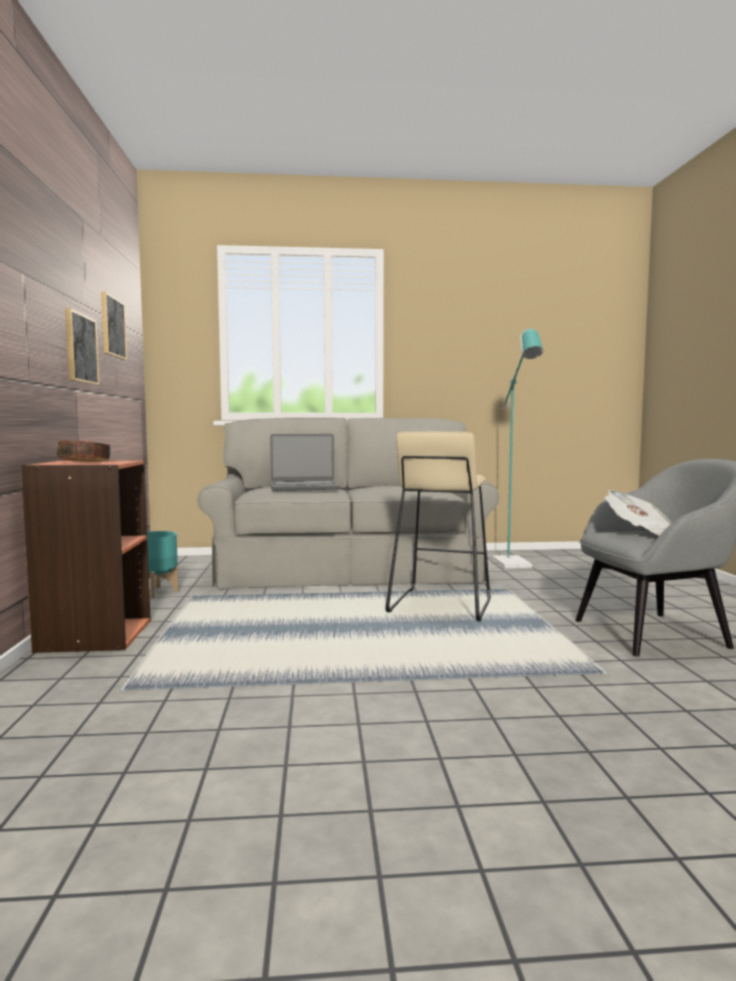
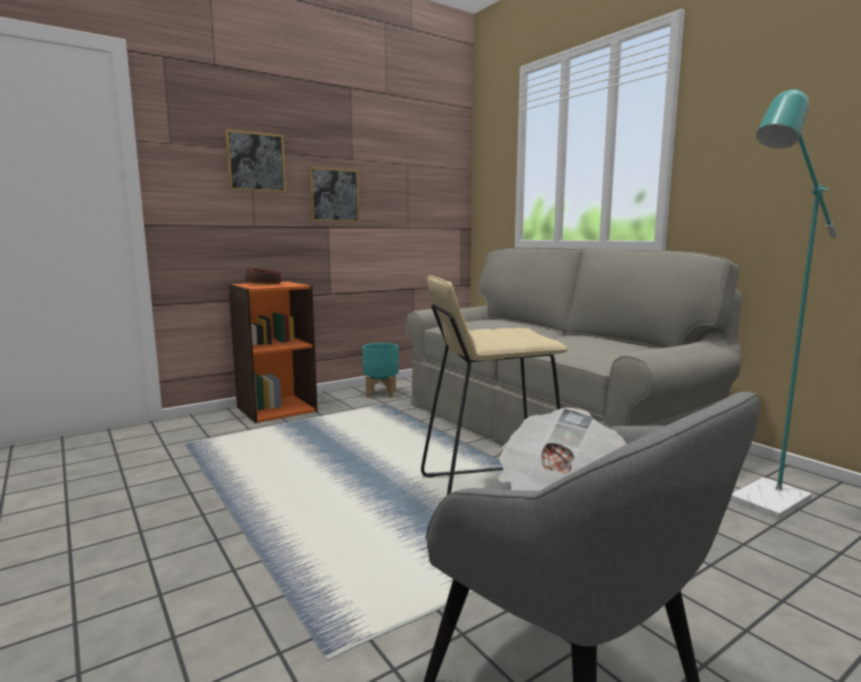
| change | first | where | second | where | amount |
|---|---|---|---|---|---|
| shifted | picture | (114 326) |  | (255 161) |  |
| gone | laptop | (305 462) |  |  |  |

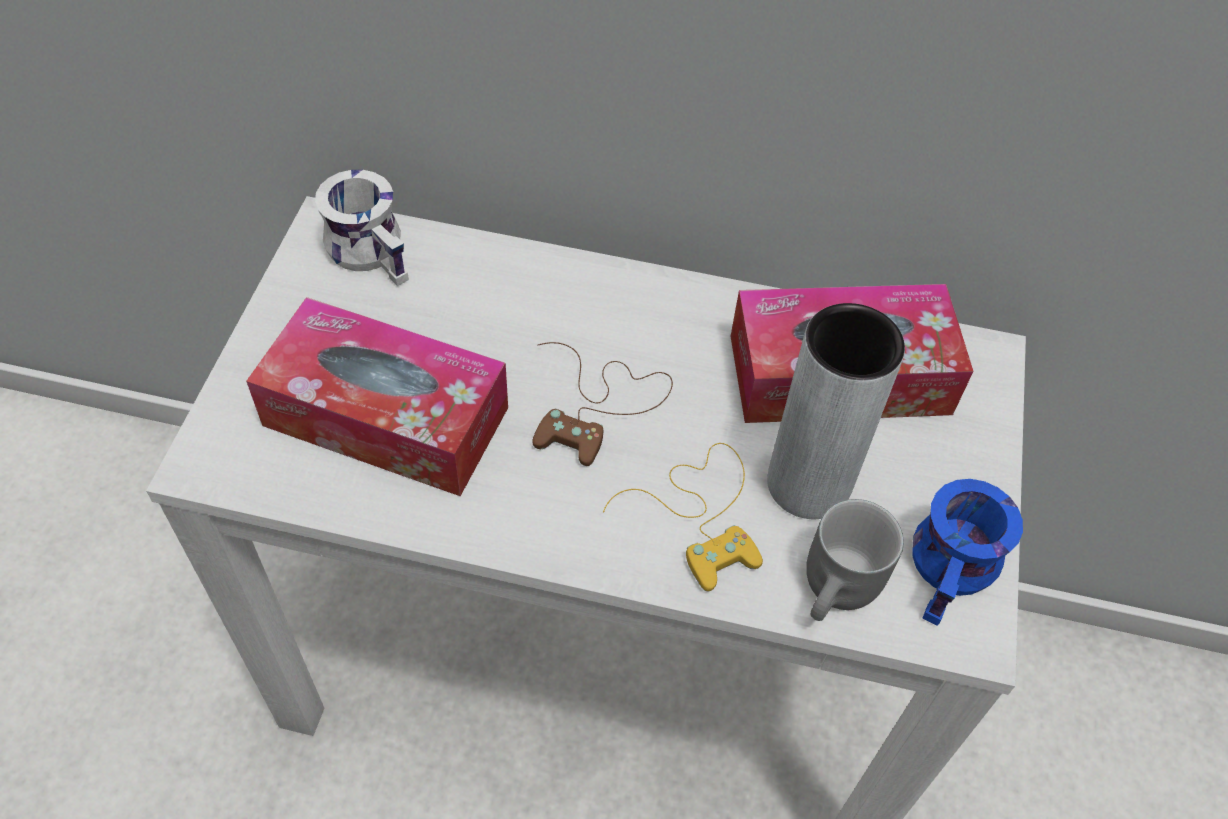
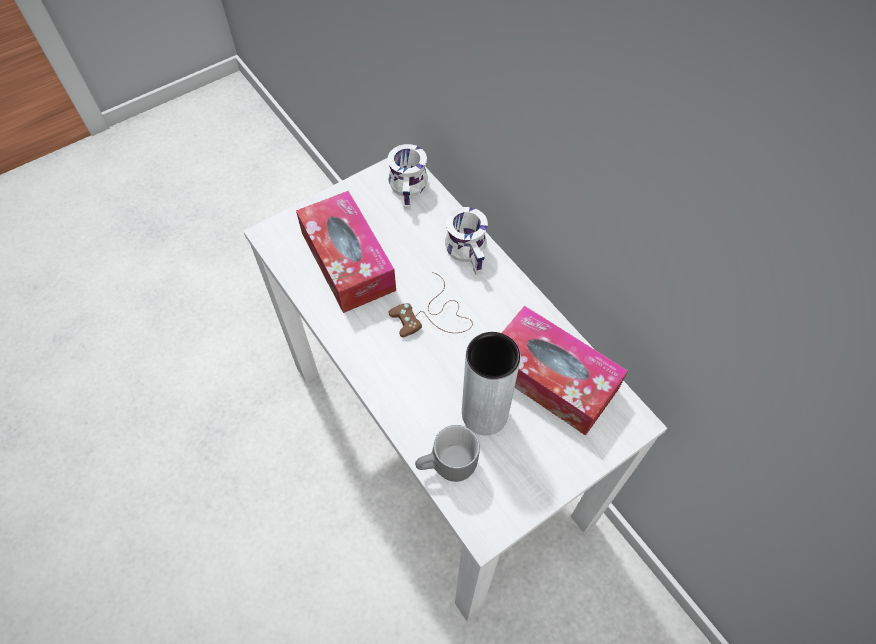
| change | first | where | second | where | amount |
|---|---|---|---|---|---|
| gone | yellow game controller | (683 517) |  |  |  |
| gone | blue mug | (968 552) |  |  |  |
| new |  |  | white mug | (466 241) |  |

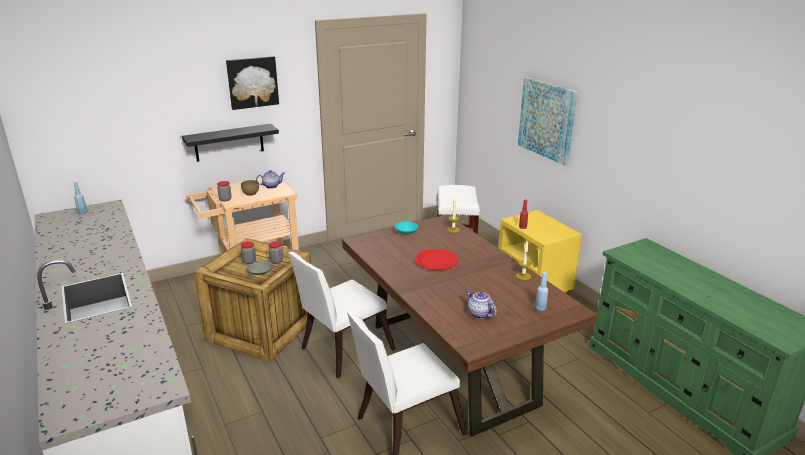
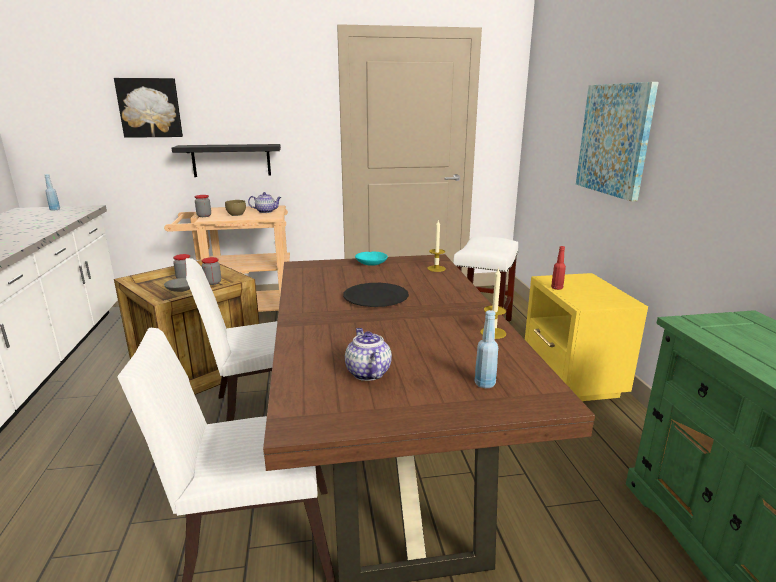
| change | first | where | second | where | amount |
|---|---|---|---|---|---|
| shifted | picture | (252 83) |  | (148 108) |  |
| repainted | red plate | (436 259) | black plate | (376 295) |  |

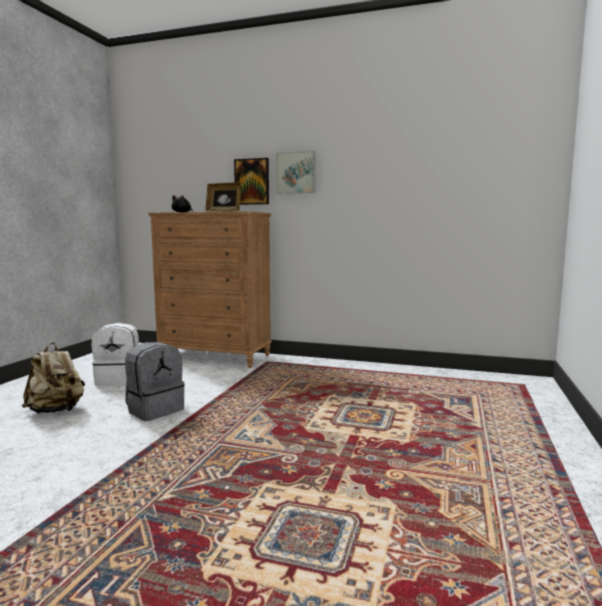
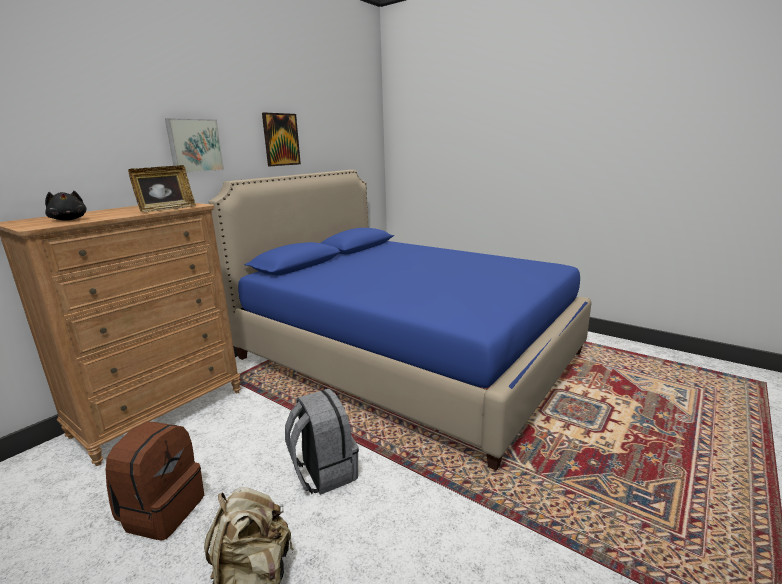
| change | first | where | second | where | amount |
|---|---|---|---|---|---|
| repainted | white backpack | (115 354) | brown backpack | (154 481) |  |
| shifted | picture | (251 181) |  | (281 139) |  |
| new |  |  | blue bed | (400 320) |  |

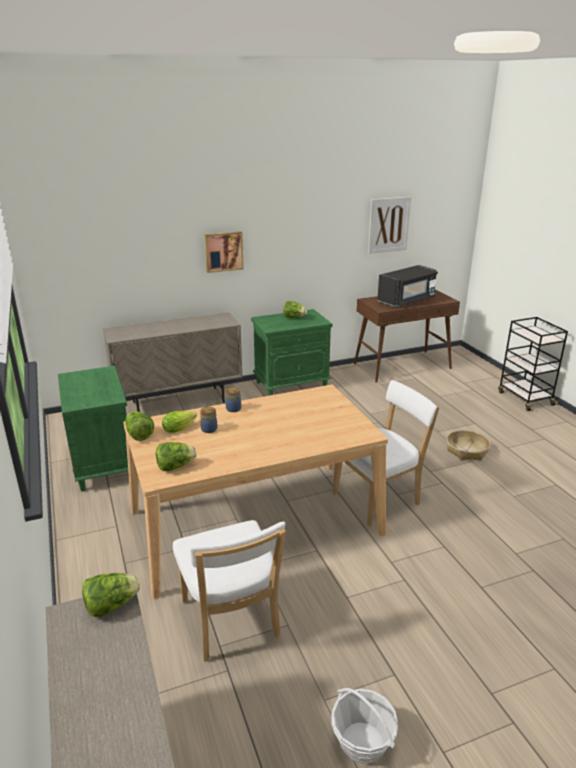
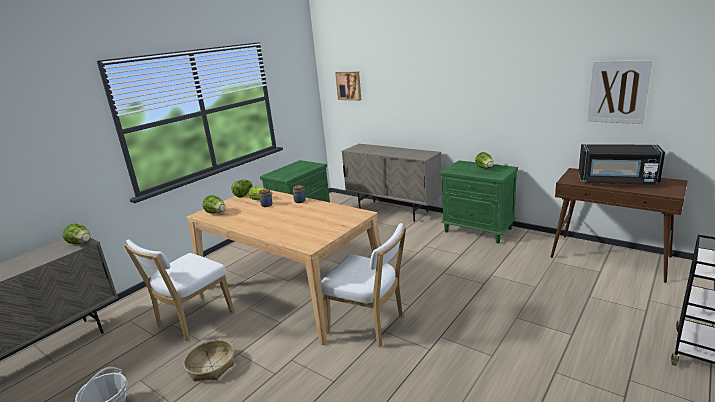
| change | first | where | second | where | amount |
|---|---|---|---|---|---|
| shifted | picture | (224 252) |  | (348 86) |  |
| shifted | basket | (469 445) |  | (209 361) |  |

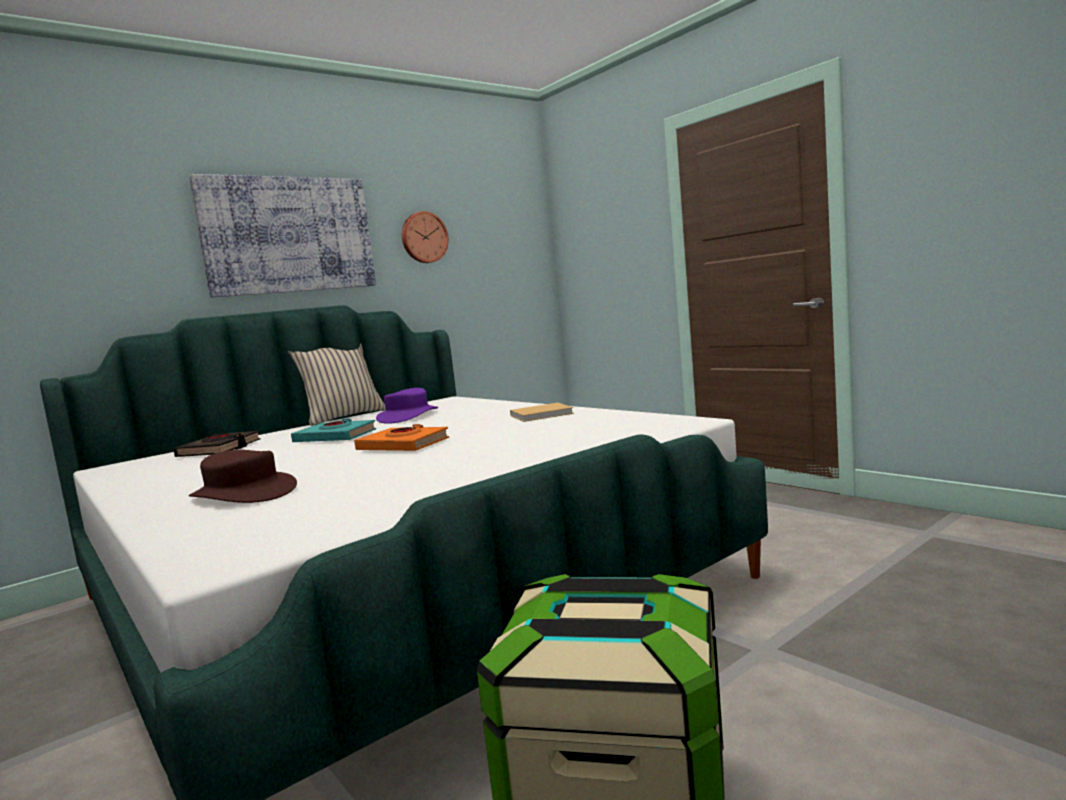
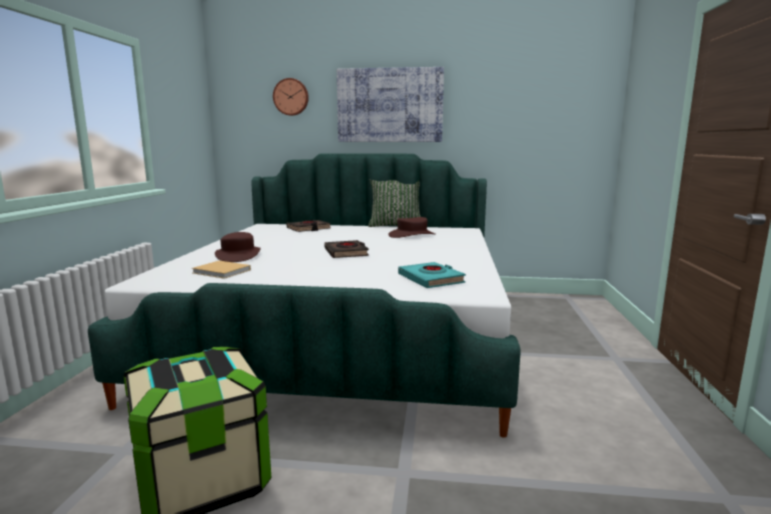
| change | first | where | second | where | amount |
|---|---|---|---|---|---|
| repainted | beige pillow | (337 384) | green pillow | (394 203) |  |
| shifted | turquoise book | (333 430) |  | (432 275) |  |
| repainted | orange book | (401 437) | black book | (346 249) |  |
| repainted | purple hat | (407 406) | brown hat | (411 227) |  |
| shifted | wall clock | (425 237) |  | (291 97) |  |
| shifted | beige book | (542 412) |  | (221 270) |  |

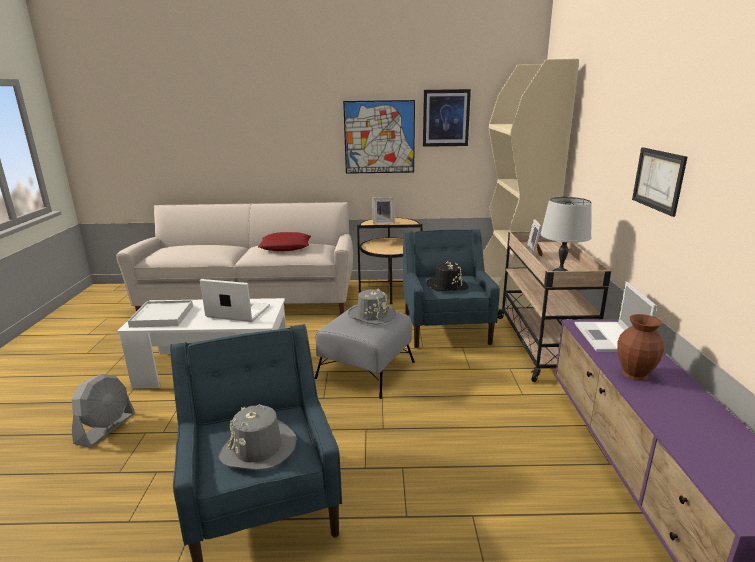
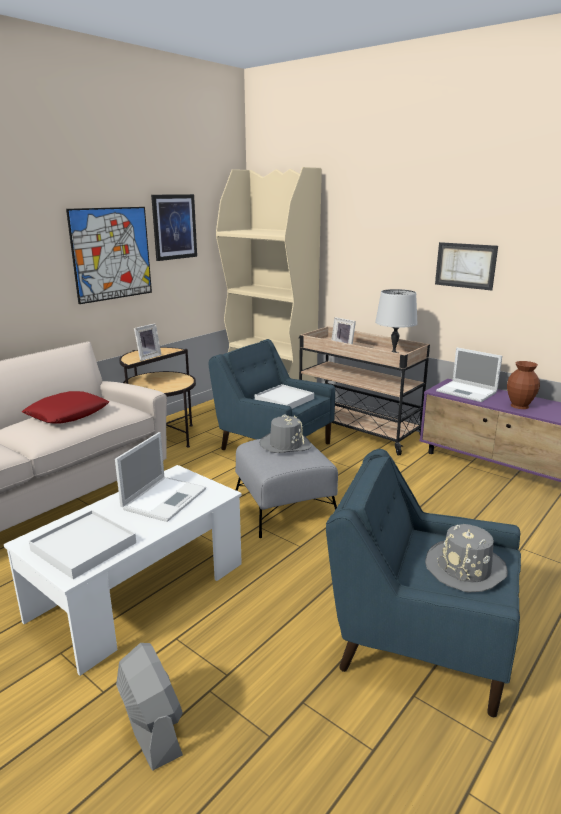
| change | first | where | second | where | amount |
|---|---|---|---|---|---|
| rotated | laptop | (235 300) |  | (160 477) | 150 degrees clockwise |
| swapped | black hat | (447 276) | white tray | (284 396) |  |

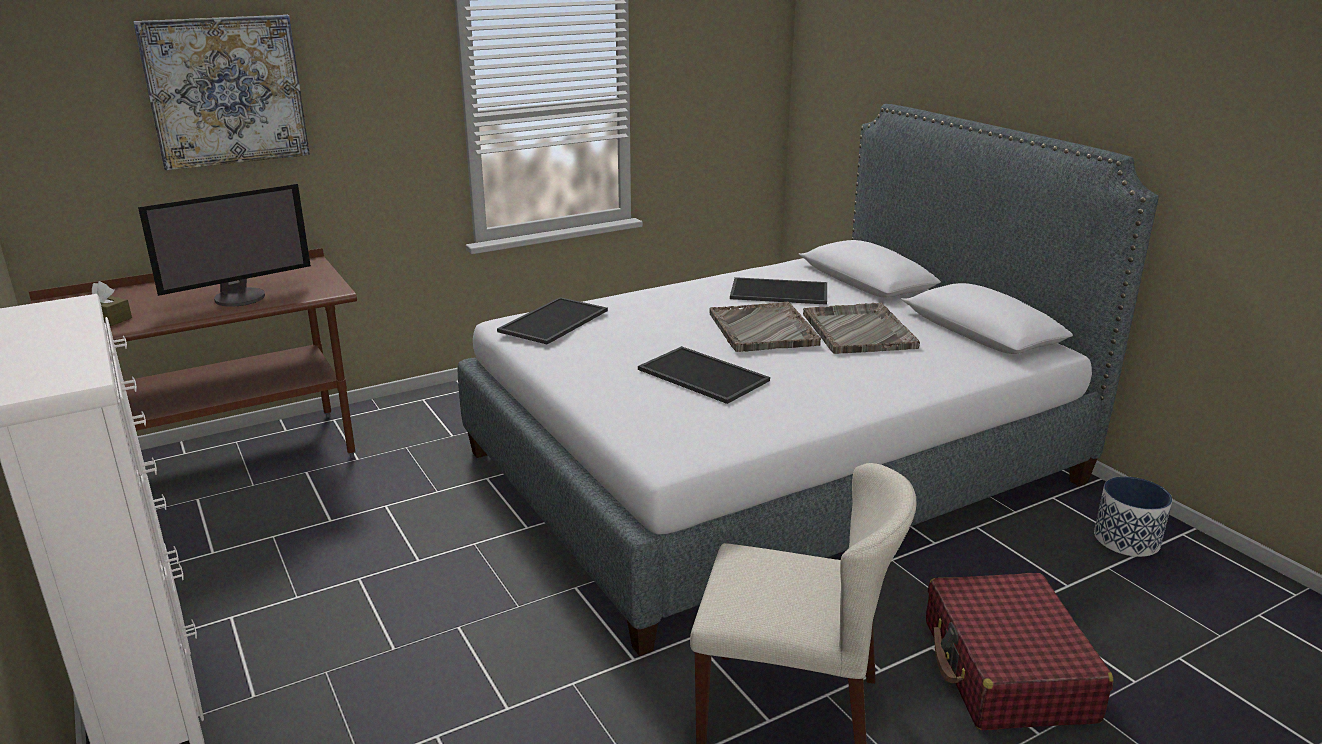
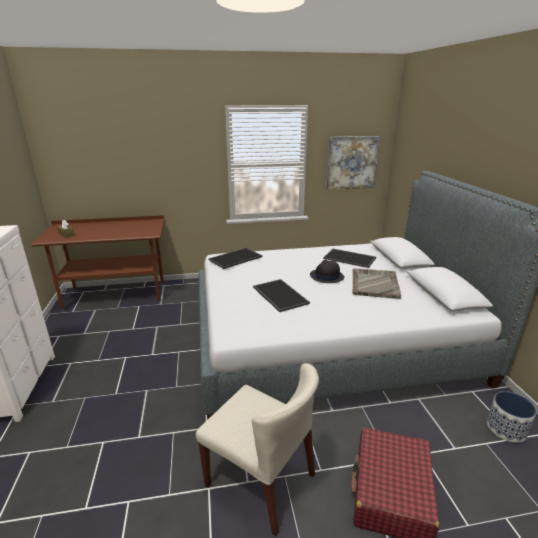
| change | first | where | second | where | amount |
|---|---|---|---|---|---|
| shifted | picture | (221 92) |  | (353 163) |  |
| gone | monitor | (224 245) |  |  |  |
| swapped | grey tray | (765 327) | black hat | (327 271) |  |

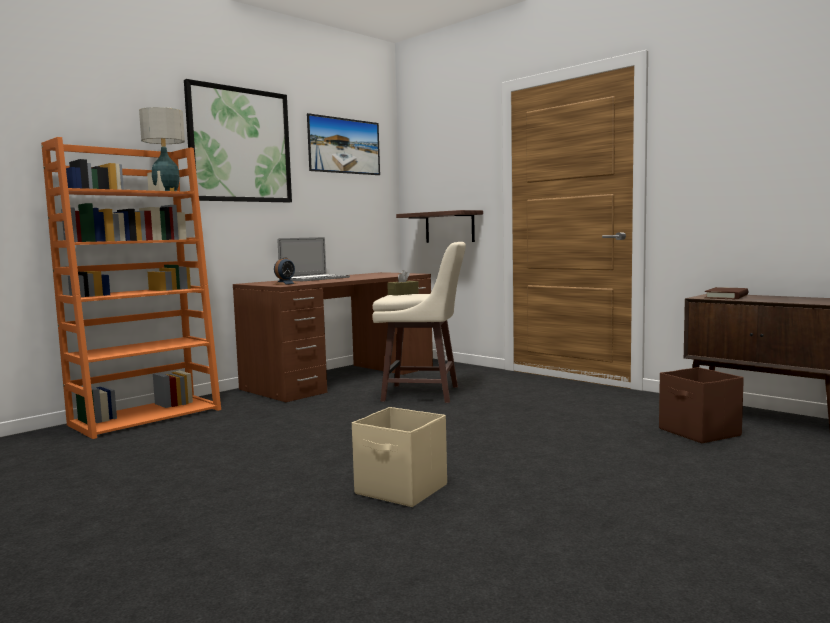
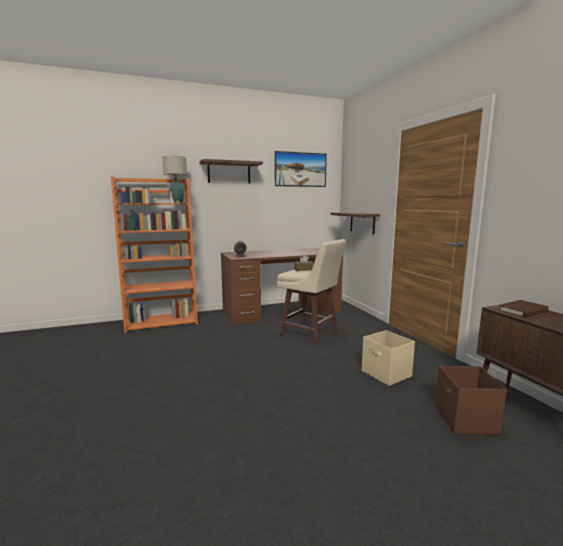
| change | first | where | second | where | amount |
|---|---|---|---|---|---|
| swapped | picture | (238 140) | shelf | (231 171) |  |
| gone | laptop | (314 259) |  |  |  |
| shifted | beige storage box | (399 457) |  | (388 358) |  |

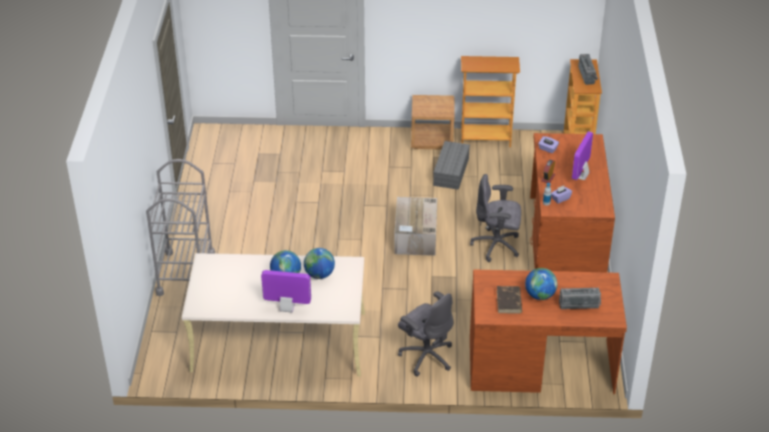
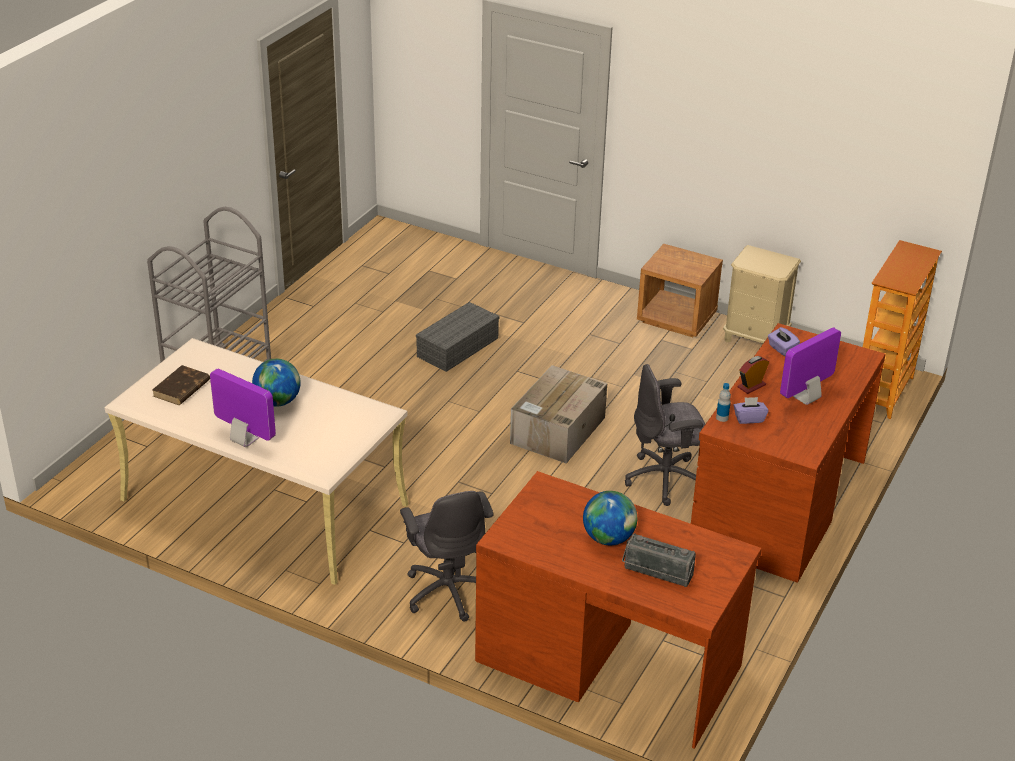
| change | first | where | second | where | amount |
|---|---|---|---|---|---|
| gone | globe | (319 263) |  |  |  |
| shifted | grey storage box | (451 165) |  | (458 337) |  |
| swapped | bookcase | (490 101) | beige nightstand | (762 294) |  |
| rotated | grey office chair | (495 218) |  | (665 435) | 45 degrees counterclockwise |
| shifted | brown book | (509 299) |  | (181 385) |  |
| gone | radio | (588 69) |  |  |  |

